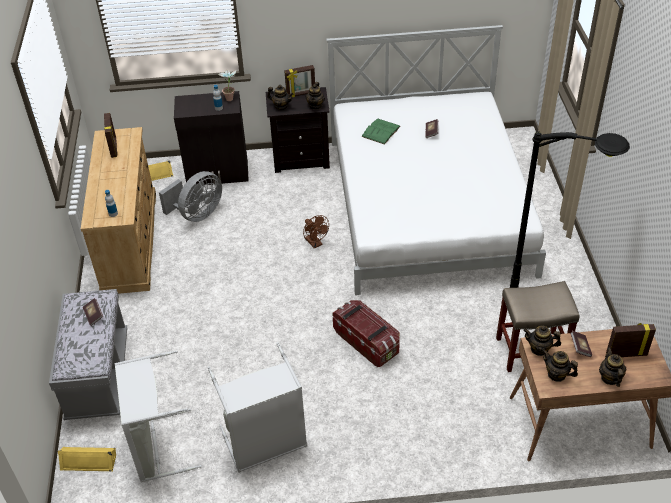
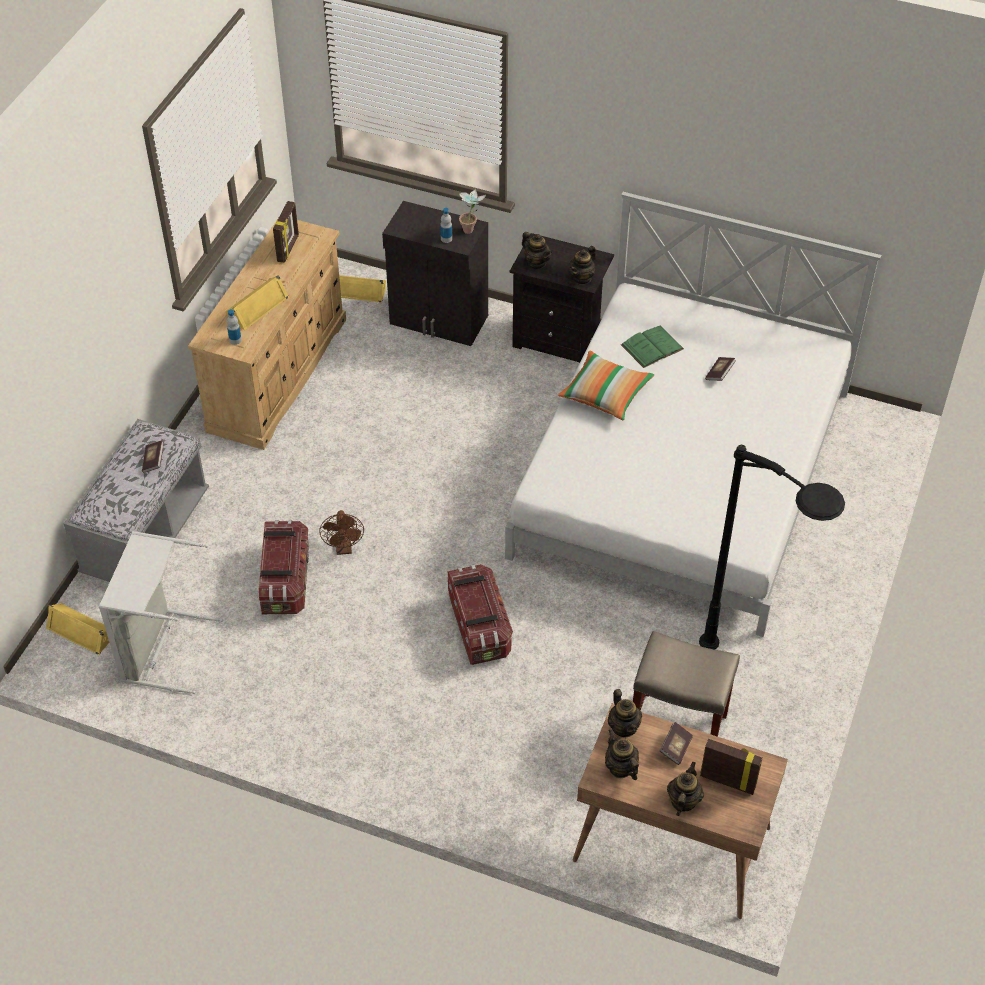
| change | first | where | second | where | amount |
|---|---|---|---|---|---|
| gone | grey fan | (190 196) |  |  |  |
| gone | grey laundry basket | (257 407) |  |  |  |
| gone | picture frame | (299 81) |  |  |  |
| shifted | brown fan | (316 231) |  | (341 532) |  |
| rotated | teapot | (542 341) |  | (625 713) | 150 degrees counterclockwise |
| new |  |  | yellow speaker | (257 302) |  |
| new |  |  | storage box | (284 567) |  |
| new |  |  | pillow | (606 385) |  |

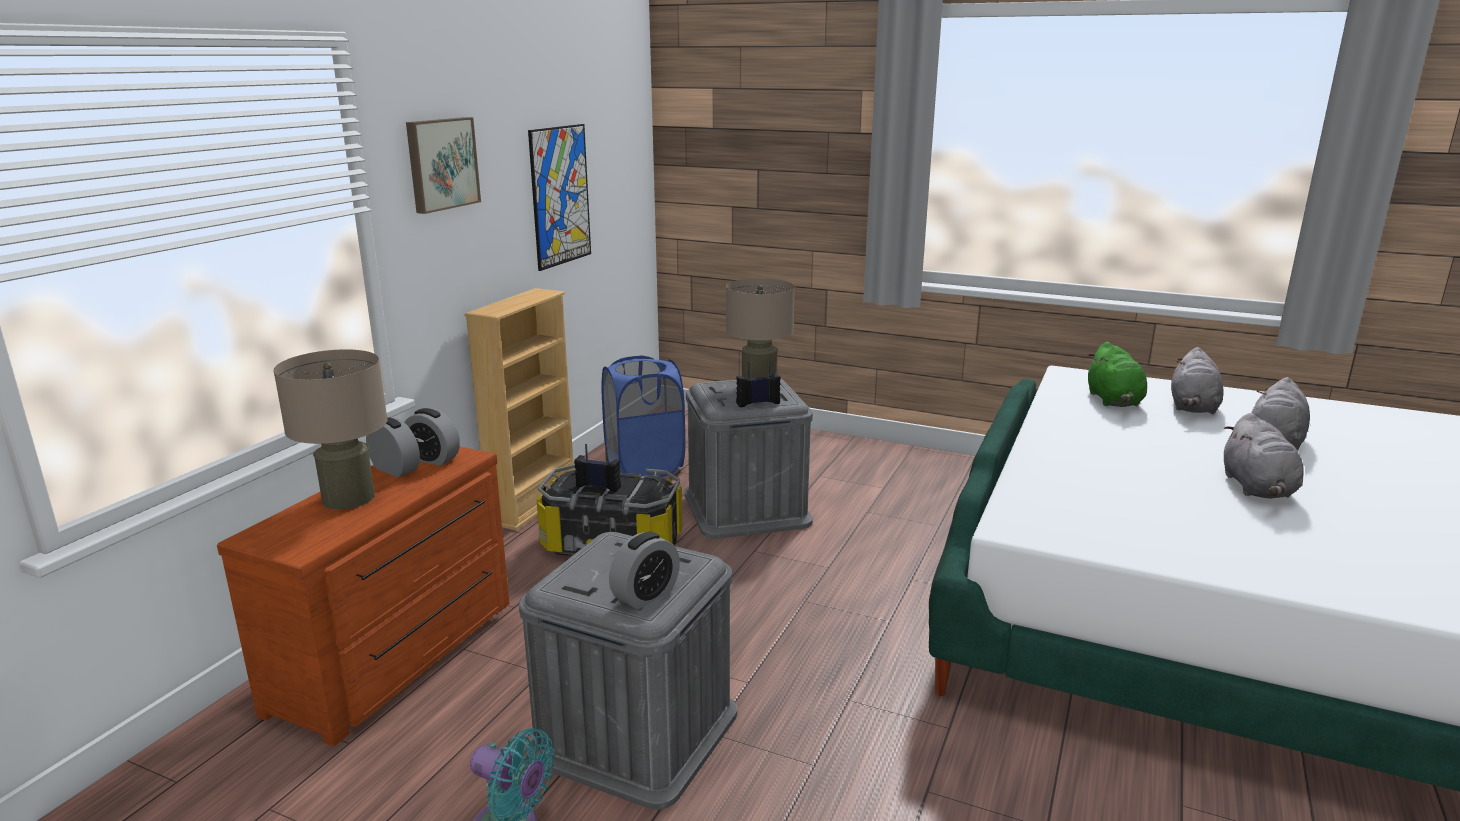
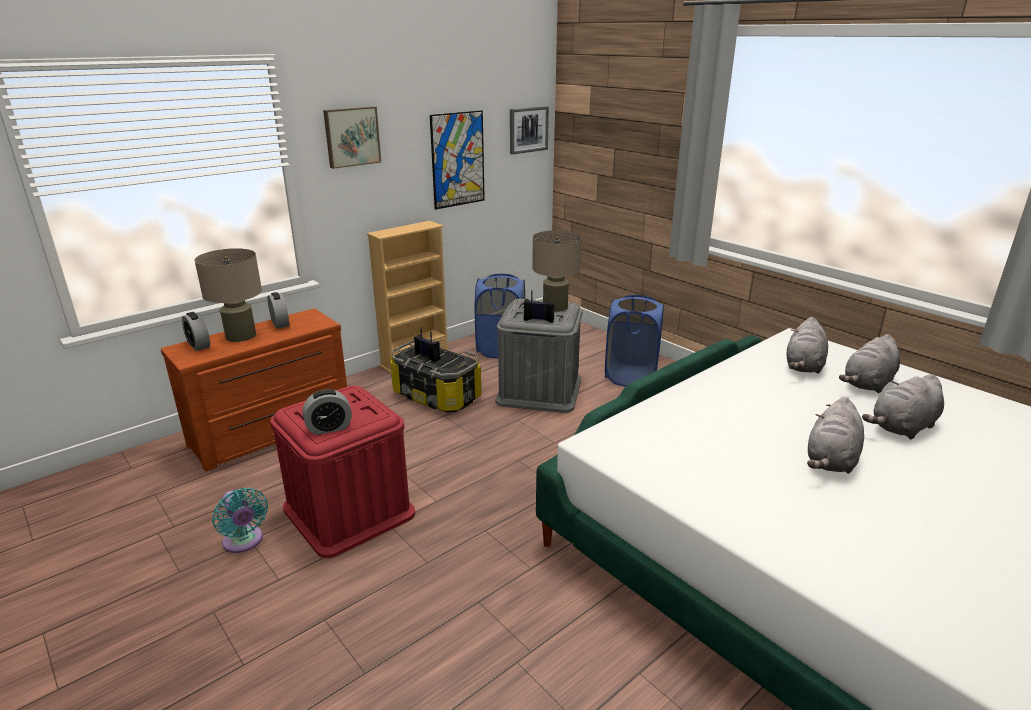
| change | first | where | second | where | amount |
|---|---|---|---|---|---|
| shifted | alarm clock | (432 437) |  | (196 331) |  |
| repainted | grey storage box | (628 671) | red storage box | (342 471) |  |
| repainted | green plush toy | (1117 374) | grey plush toy | (807 345) |  |
| new |  |  | picture | (529 130) |  |
| new |  |  | blue laundry basket | (634 340) |  |

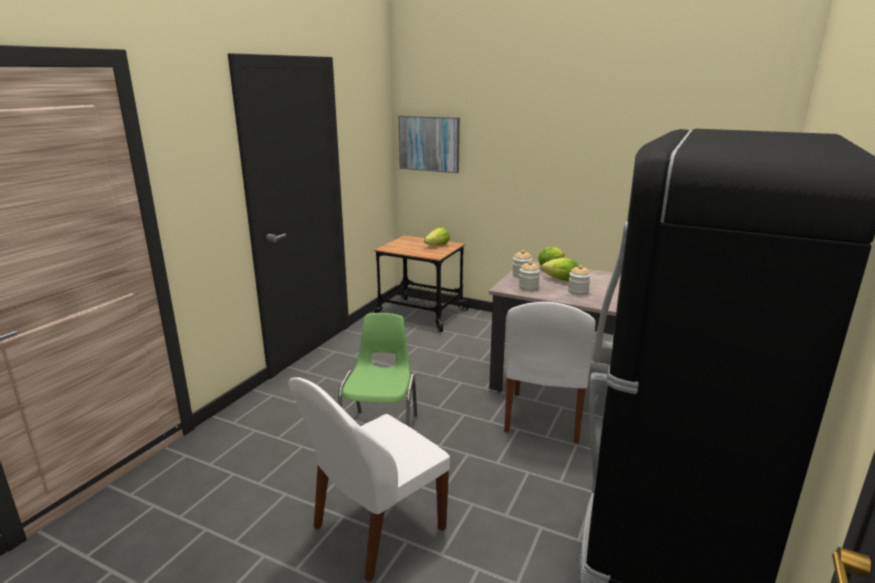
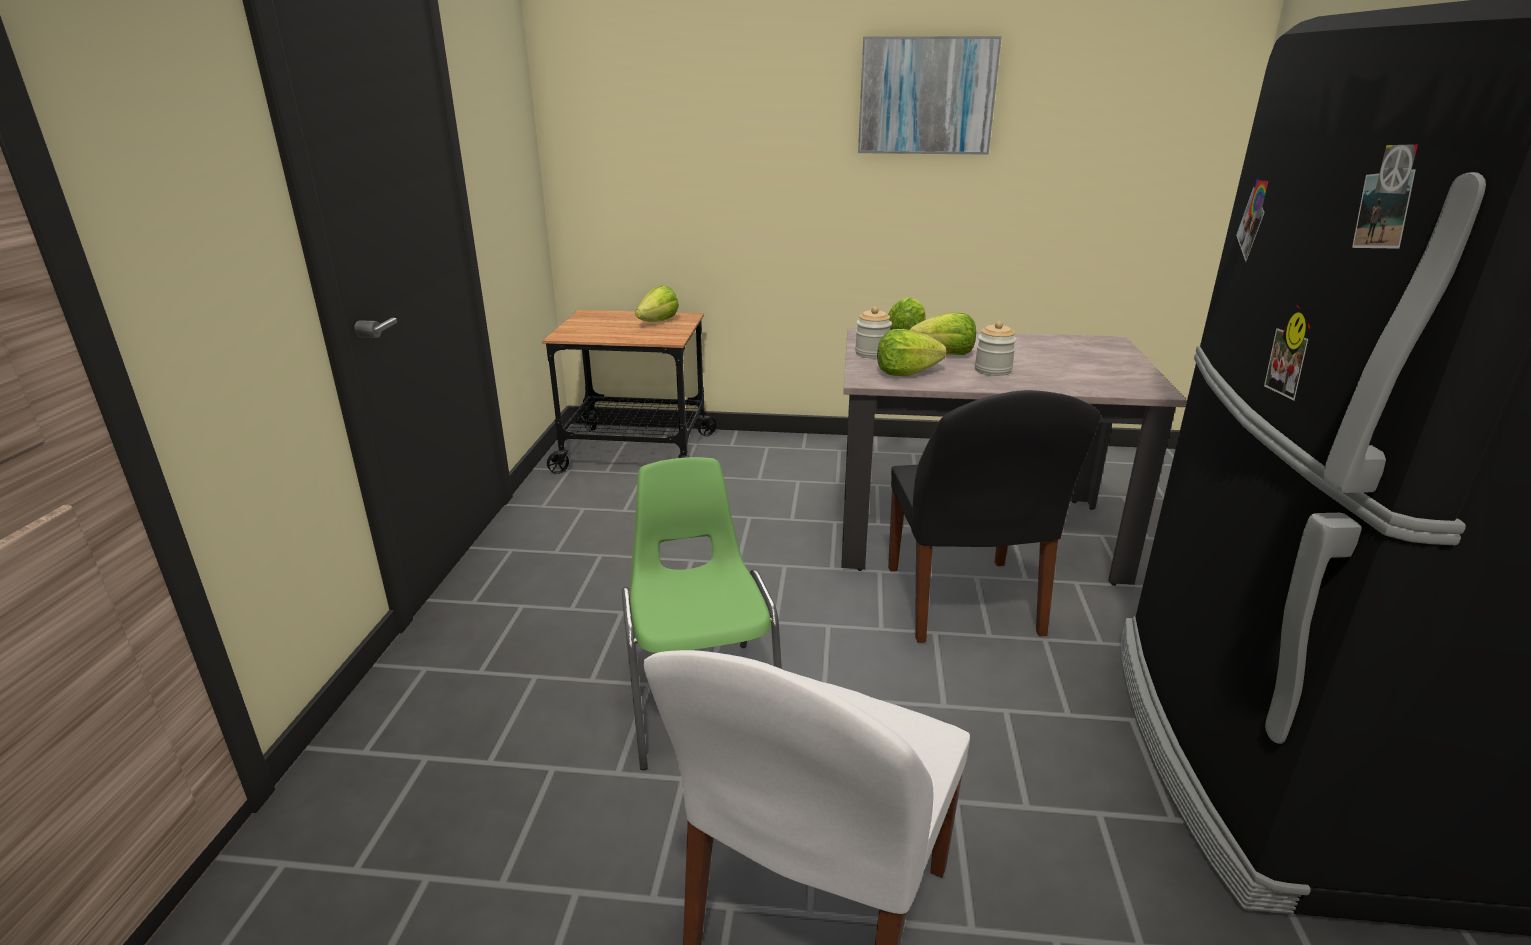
| change | first | where | second | where | amount |
|---|---|---|---|---|---|
| shifted | picture | (429 144) |  | (930 95) |  |
| repainted | white chair | (550 372) | black chair | (994 516) |  |
| swapped | jar | (529 276) | lettuce | (911 352) |  |

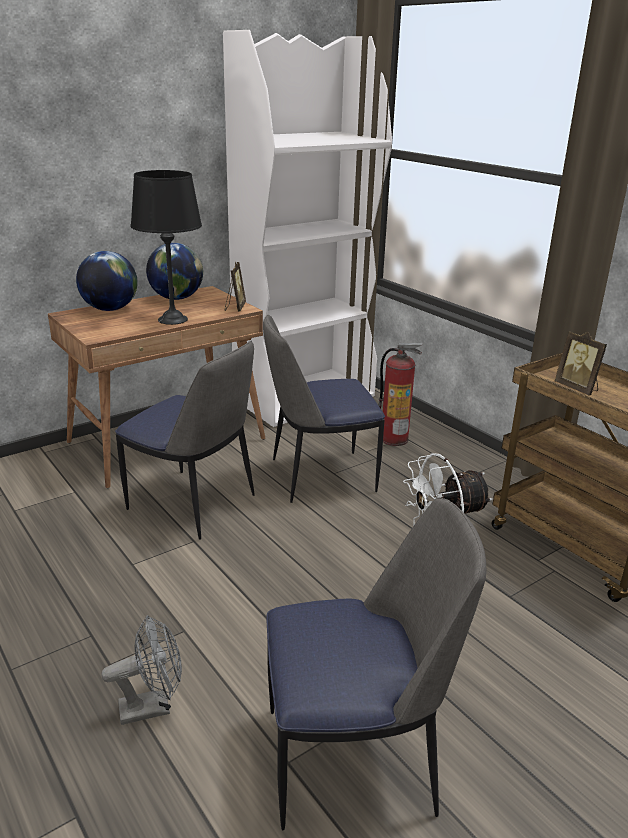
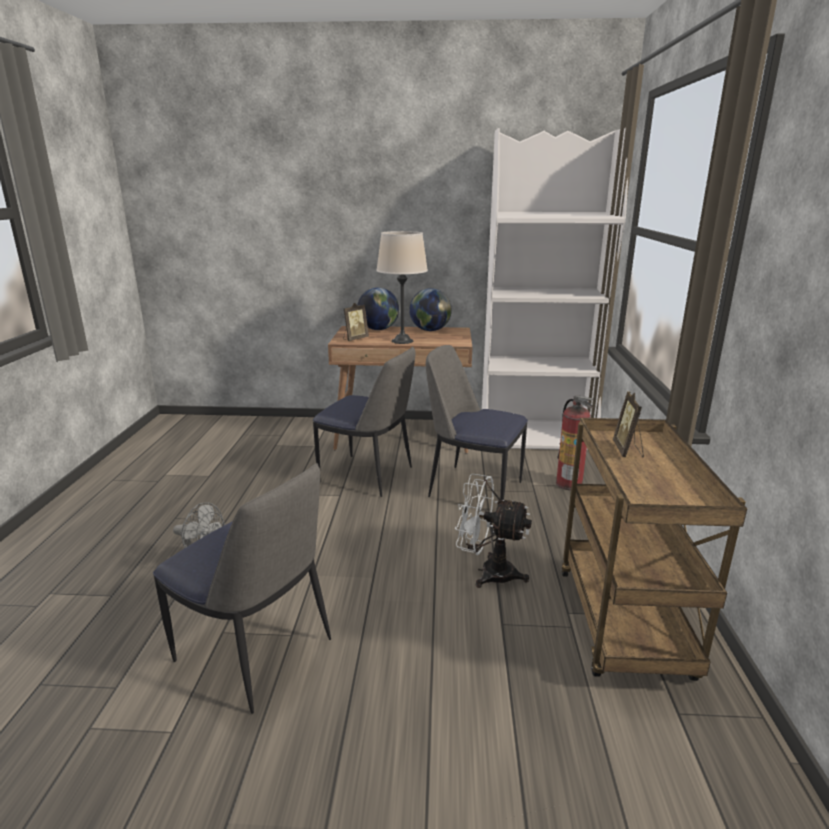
| change | first | where | second | where | amount |
|---|---|---|---|---|---|
| rotated | chair | (185 440) |  | (364 422) | 45 degrees counterclockwise |
| repainted | black table lamp | (166 247) | beige table lamp | (402 287) |  |
| shifted | picture frame | (235 287) |  | (356 322) |  |

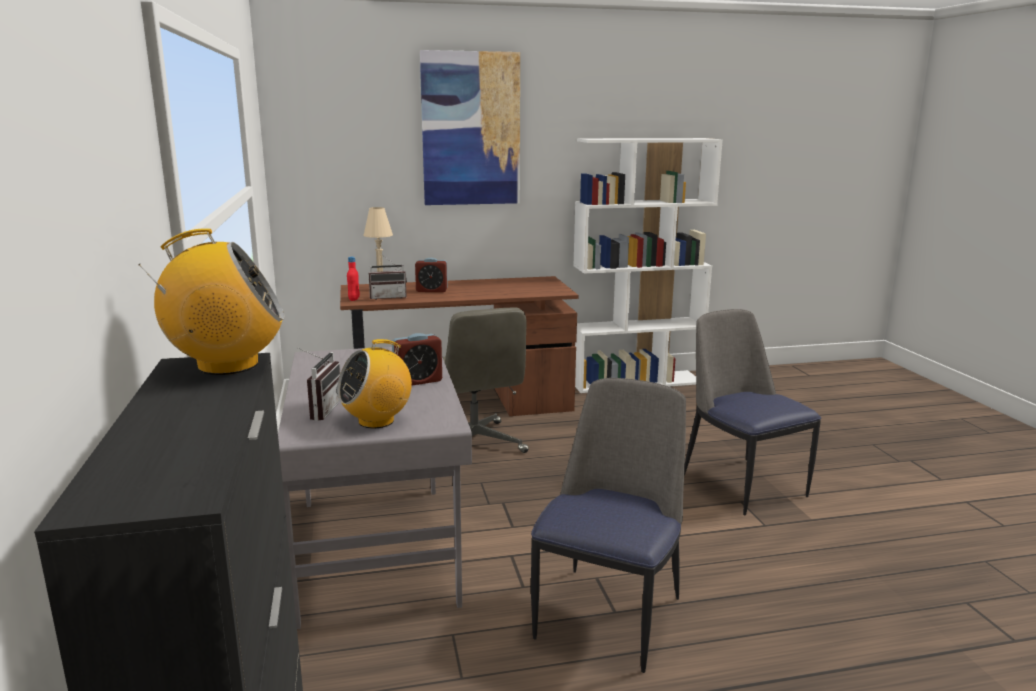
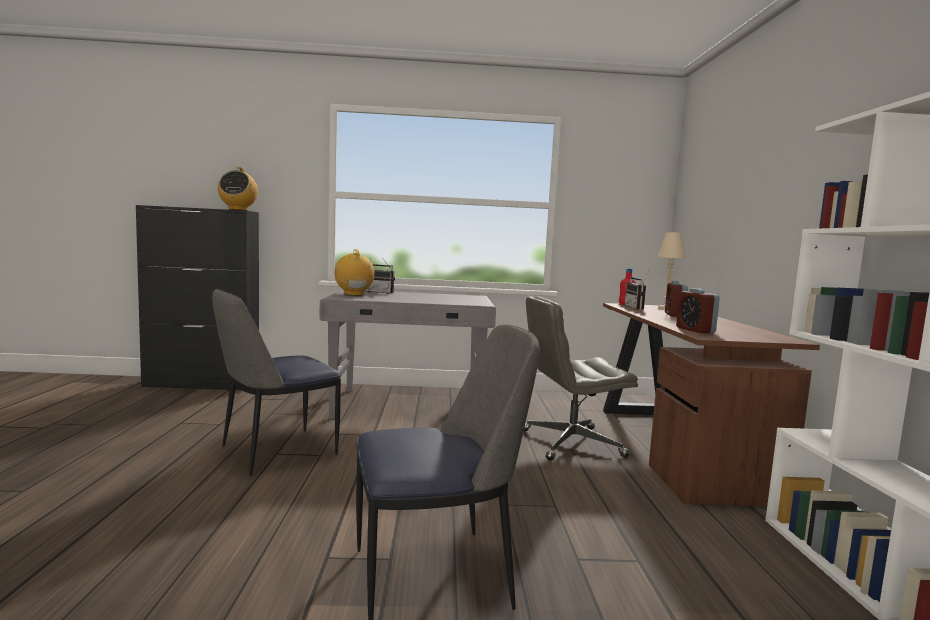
| change | first | where | second | where | amount |
|---|---|---|---|---|---|
| shifted | alarm clock | (417 359) |  | (698 310) |  |
| gone | picture | (470 127) |  |  |  |
| rotated | chair | (608 525) |  | (276 382) | 105 degrees clockwise |

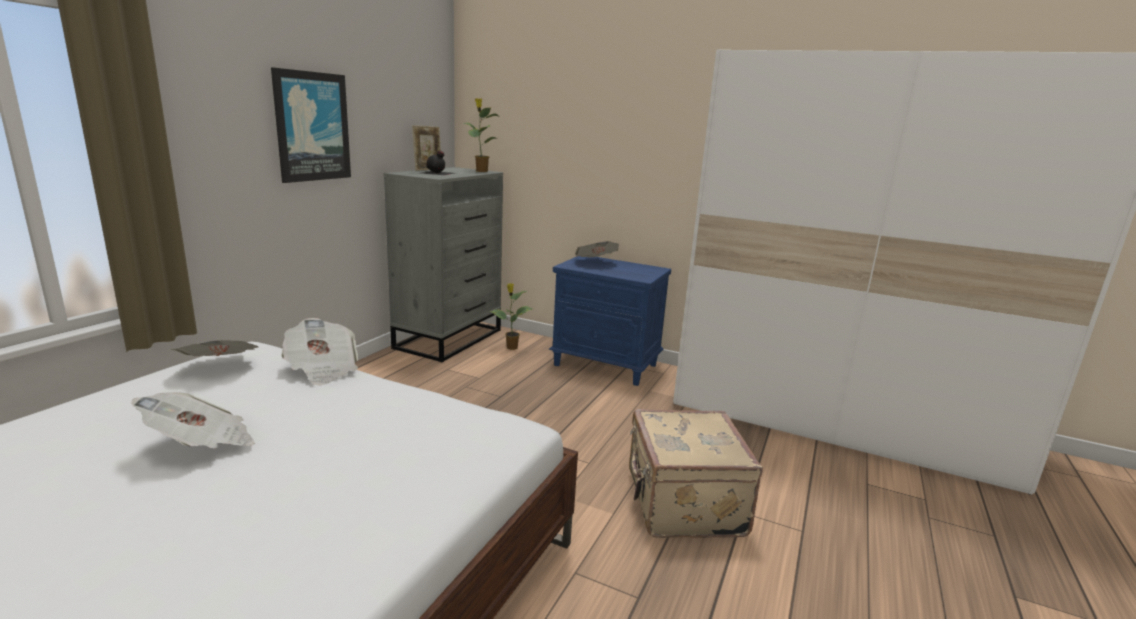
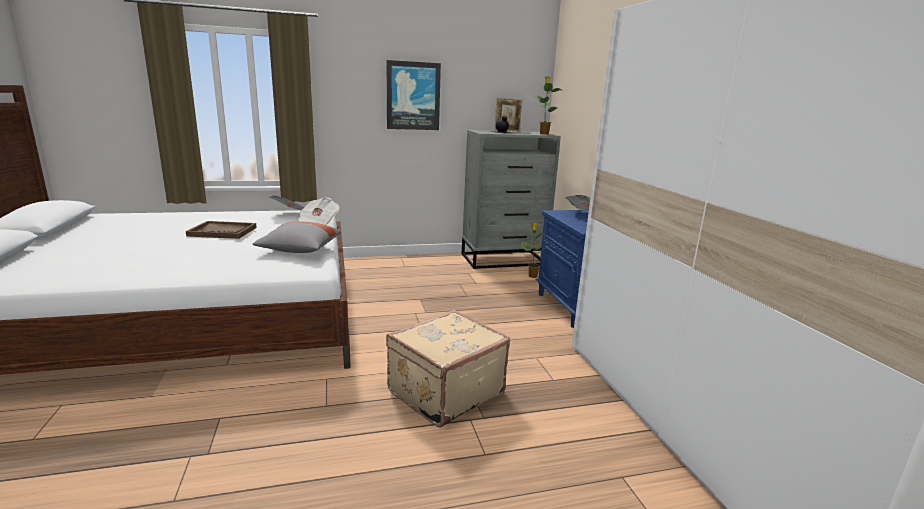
| change | first | where | second | where | amount |
|---|---|---|---|---|---|
| swapped | newspaper | (193 420) | brown tray | (221 230) |  |
| new |  |  | grey pillow | (297 237) |  |

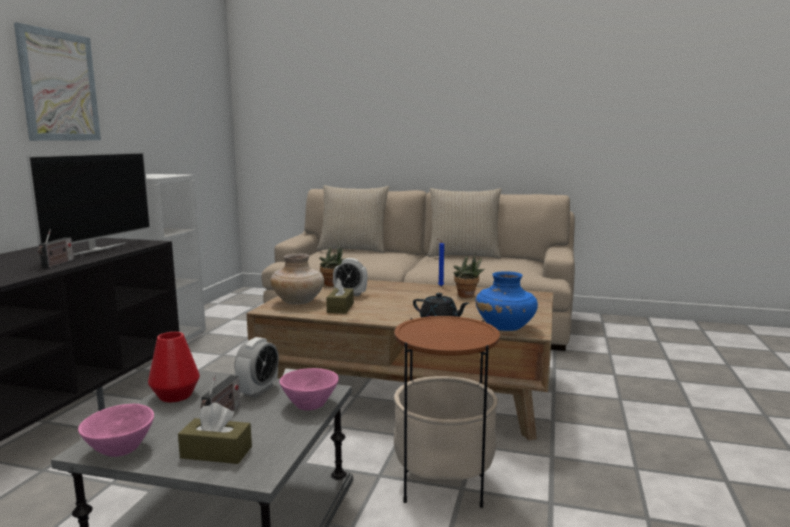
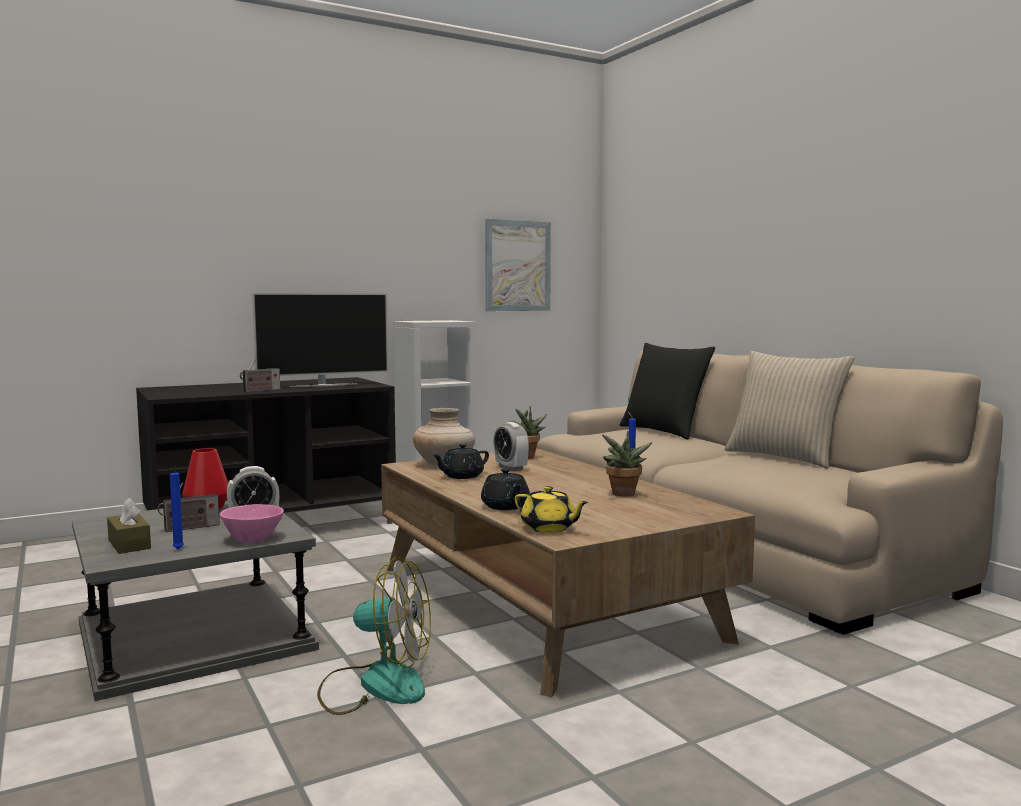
| change | first | where | second | where | amount |
|---|---|---|---|---|---|
| shifted | picture | (57 81) |  | (518 265) |  |
| gone | pink bowl | (116 430) |  |  |  |
| repainted | beige pillow | (353 219) | black pillow | (667 391) |  |
| swapped | brown tissue box | (340 296) | black teapot | (460 461) |  |
| swapped | side table | (447 412) | fan | (374 636) |  |
| swapped | blue vase | (506 301) | yellow teapot | (551 509) |  |
| new |  |  | blue candle | (177 508) |  |

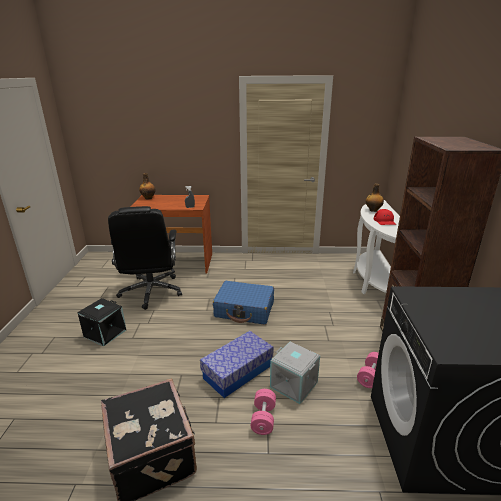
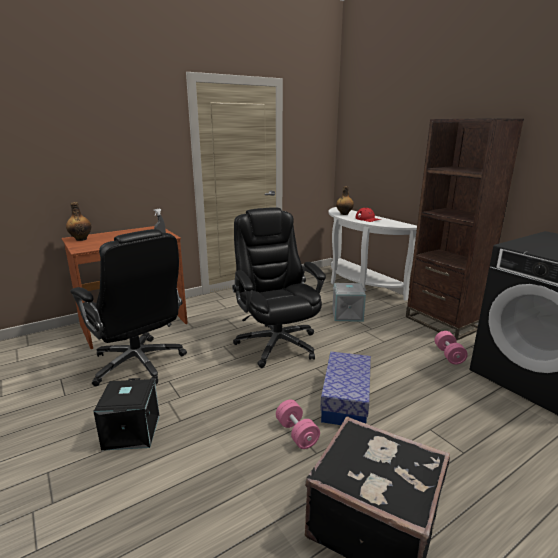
| change | first | where | second | where | amount |
|---|---|---|---|---|---|
| swapped | blue suitcase | (243 303) | black office chair | (279 287) |  |
| shifted | pink dumbbell | (263 412) |  | (298 424) |  |
| shifted | grey storage box | (295 372) |  | (349 302) |  |

